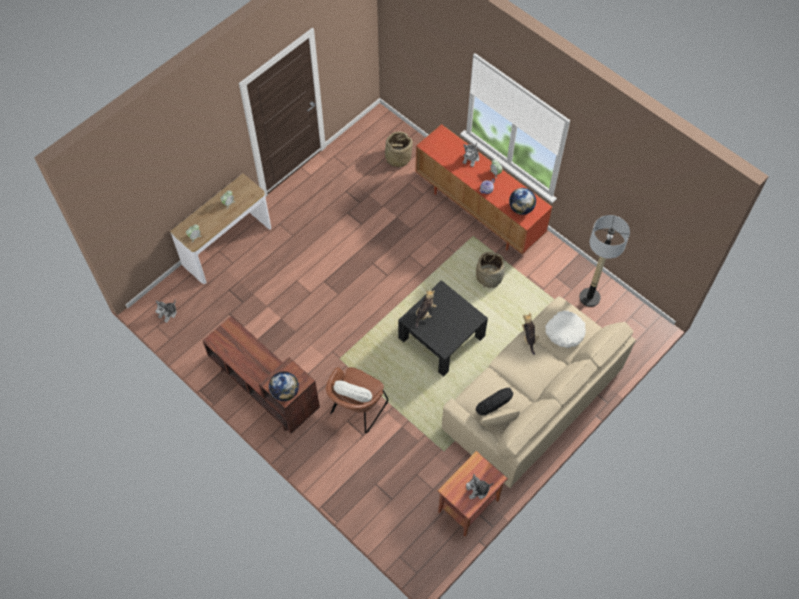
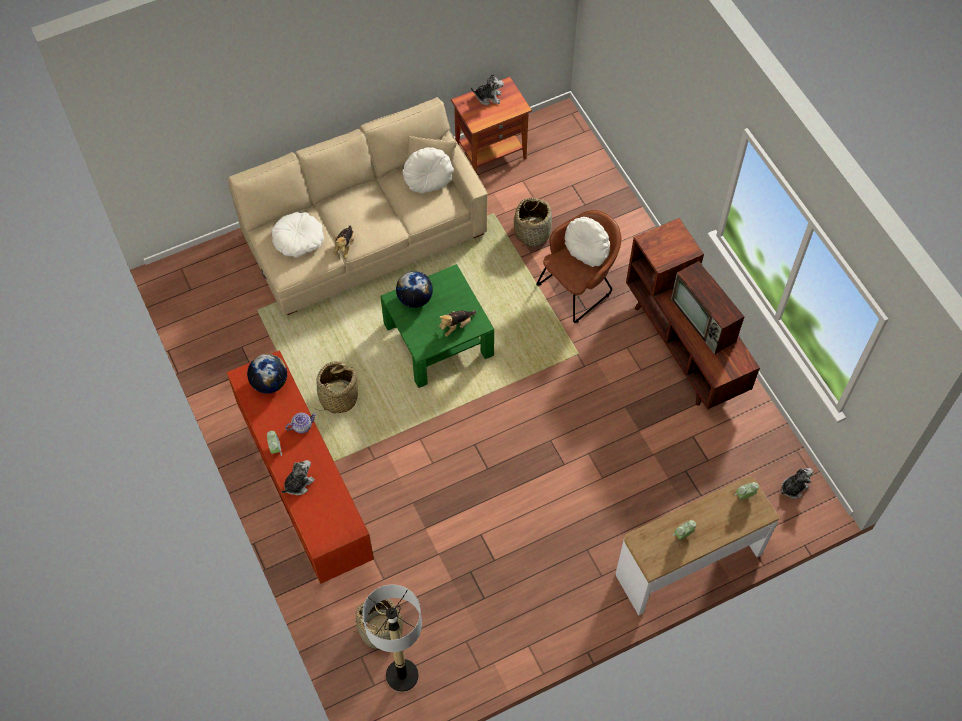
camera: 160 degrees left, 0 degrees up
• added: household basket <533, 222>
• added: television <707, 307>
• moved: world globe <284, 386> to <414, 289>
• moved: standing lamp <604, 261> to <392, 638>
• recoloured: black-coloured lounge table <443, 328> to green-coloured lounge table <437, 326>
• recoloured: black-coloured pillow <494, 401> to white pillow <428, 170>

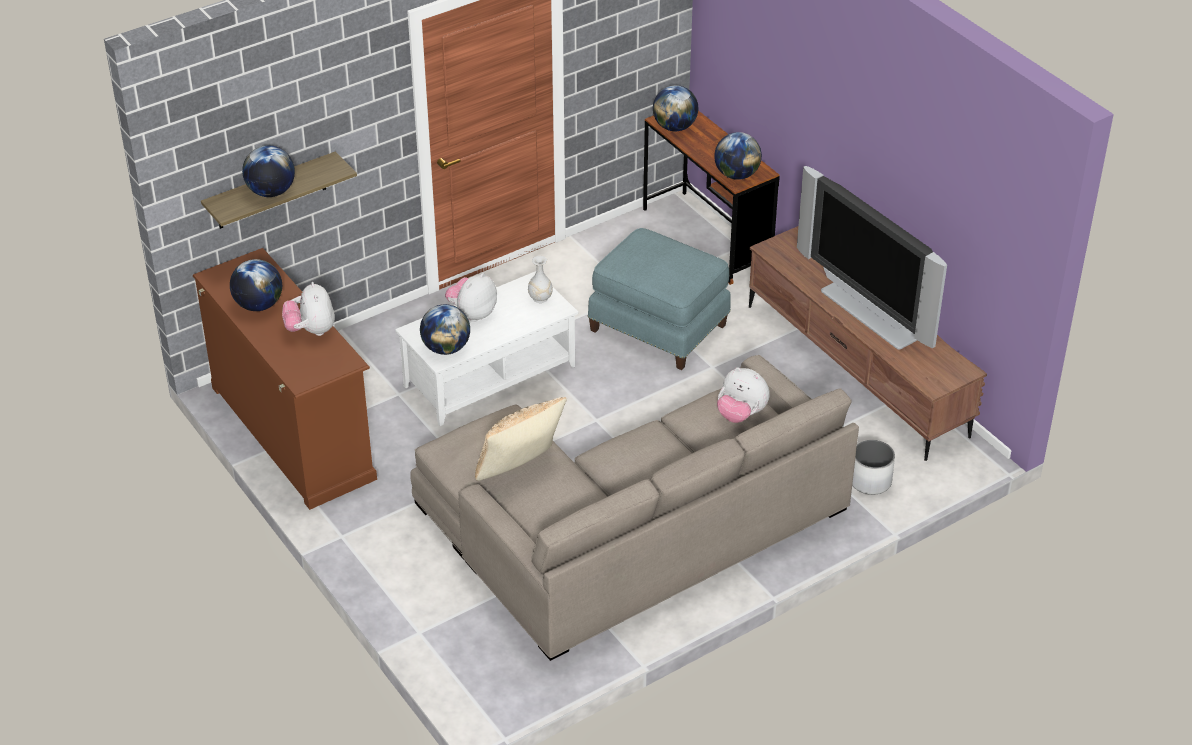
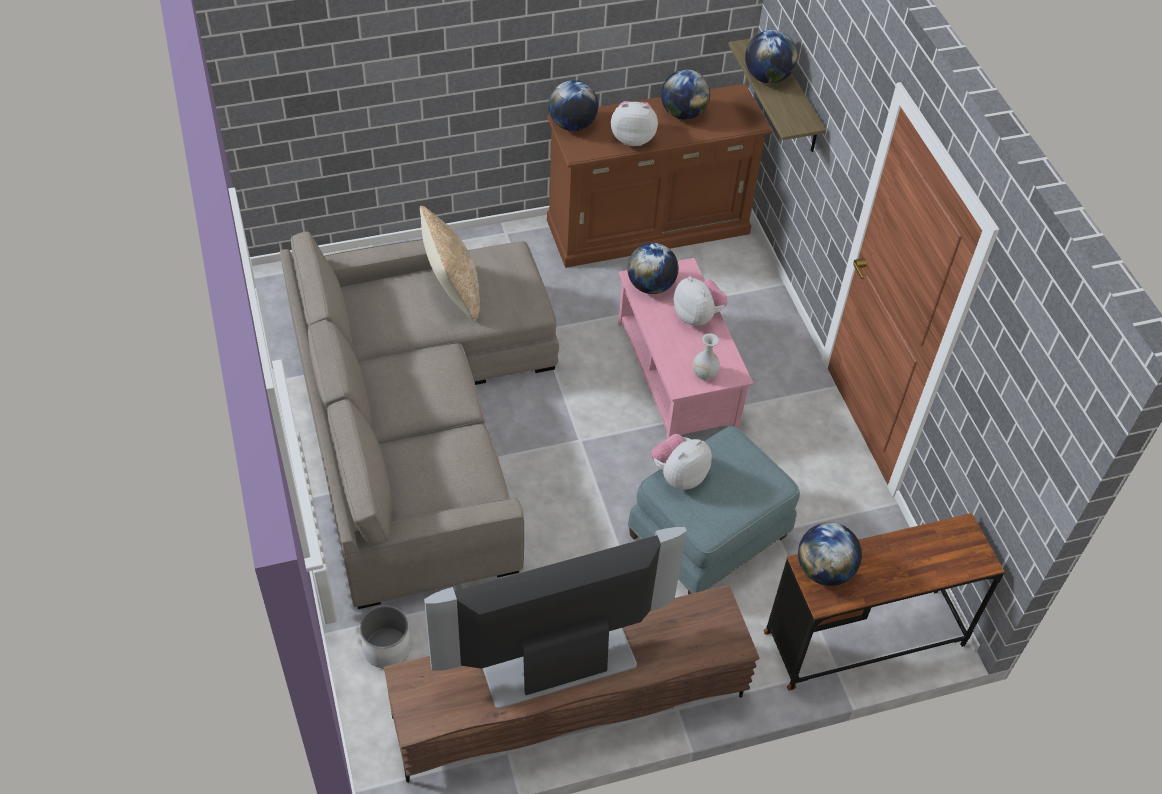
camera: 105 degrees right, 10 degrees up
• moved: world globe <675, 108> to <573, 105>
• moved: cuddly toy <743, 395> to <681, 462>
• recoloured: white lounge table <486, 348> to pink lounge table <685, 348>

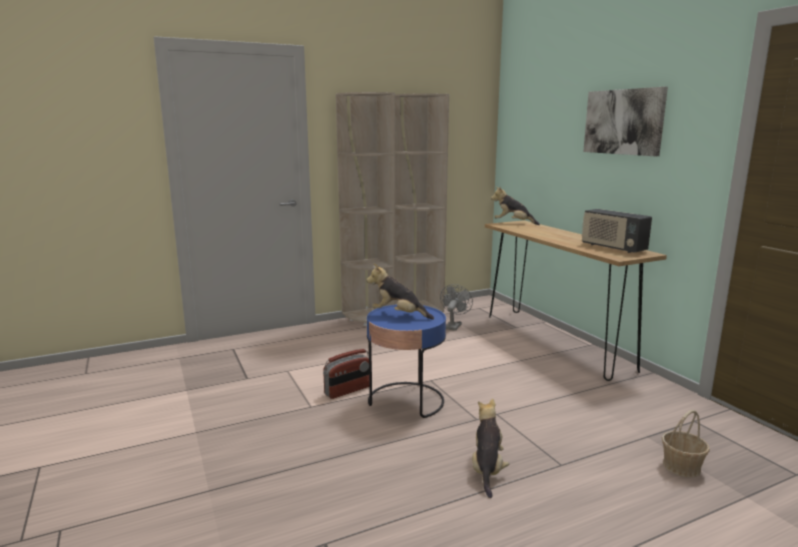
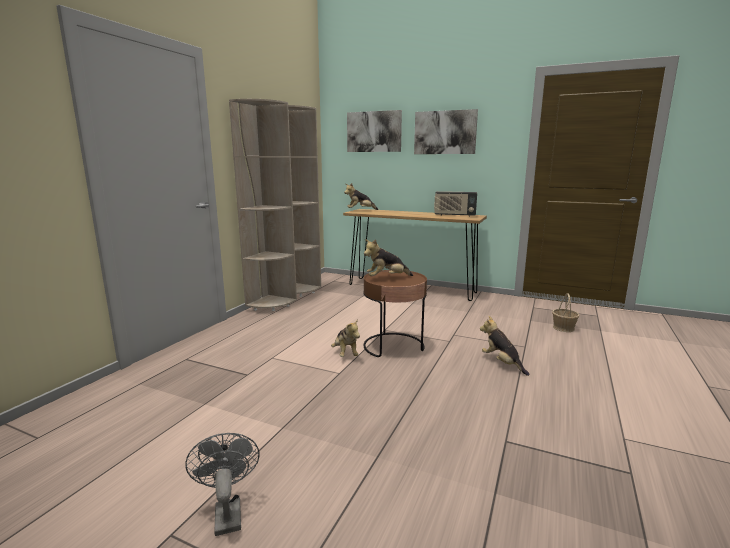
camera: 40 degrees left, 0 degrees up
• added: picture <374, 131>
• moved: greyish electric fan <456, 307> to <222, 484>
• replaced: radio receiver <346, 374> to cuddly toy <345, 338>
• recoloured: blue-coloured side table <406, 361> to brown side table <395, 313>

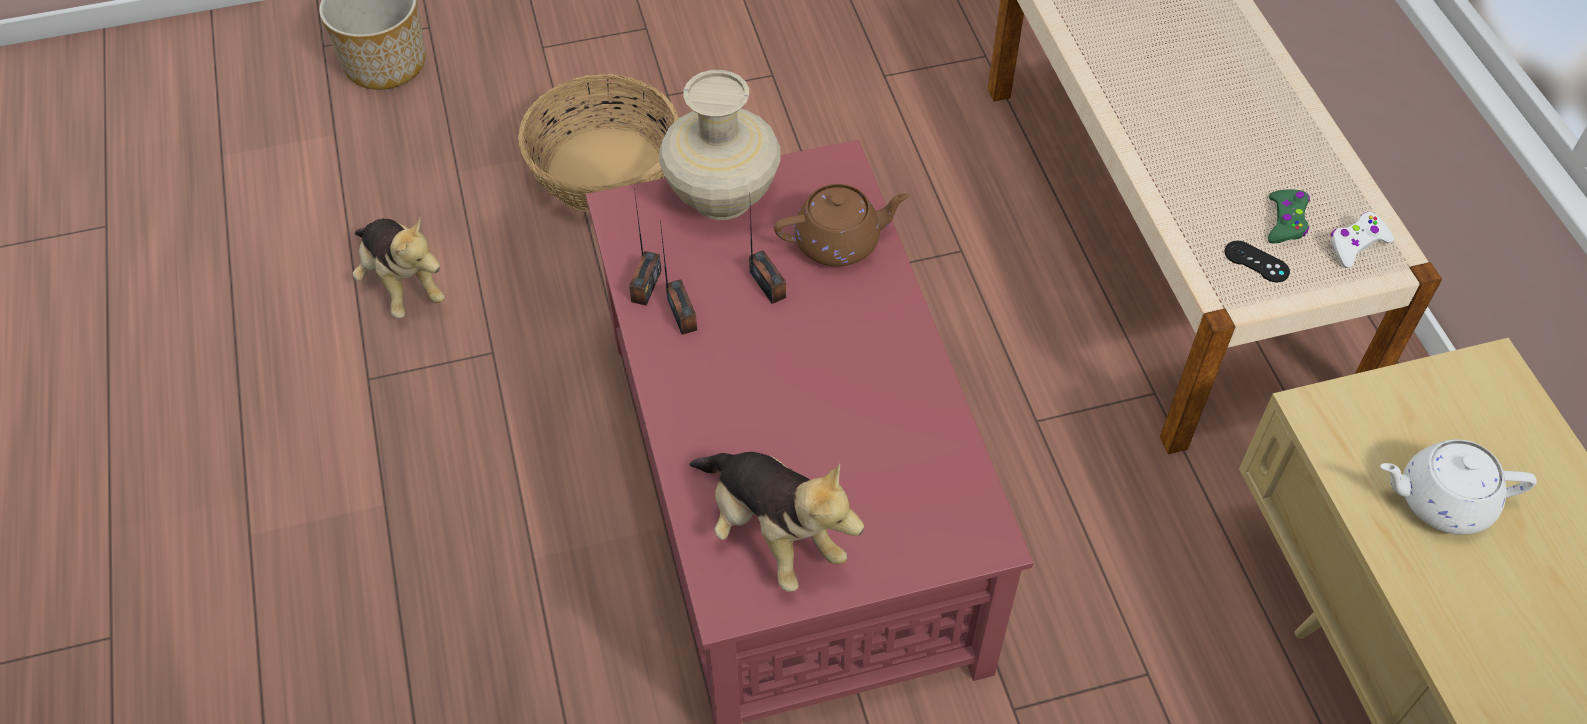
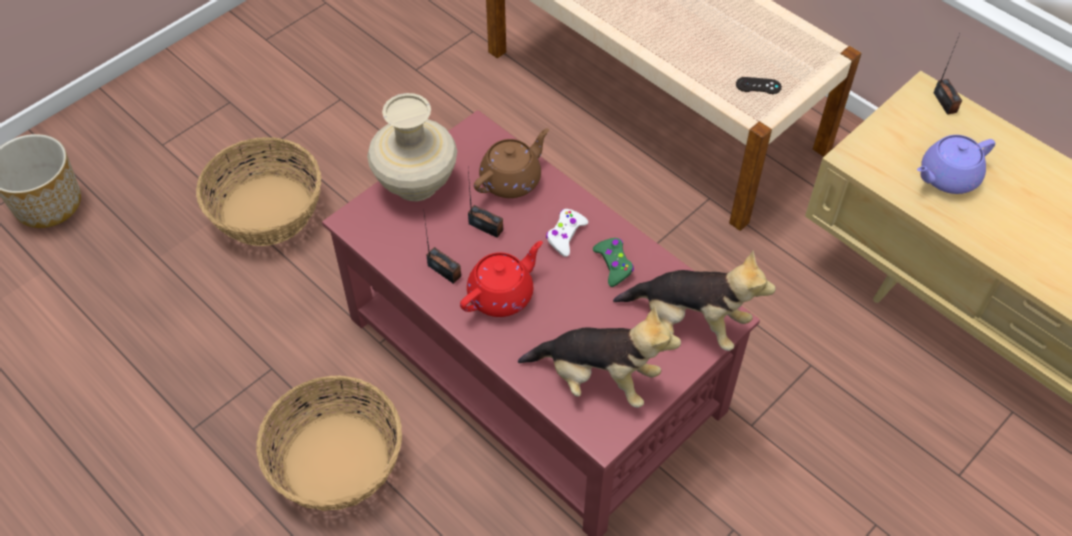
camera: 30 degrees left, 0 degrees up
• added: household basket <329, 443>
• added: reddish teapot <501, 279>
• moved: cuddly toy <399, 268> to <694, 301>
• moved: radio receiver <645, 247> to <948, 74>
• moved: green-coloured joypad <1289, 216> to <613, 262>
• moved: white joypad <1362, 240> to <567, 233>
• recoloured: white teapot <1458, 487> to purple-coloured teapot <956, 164>

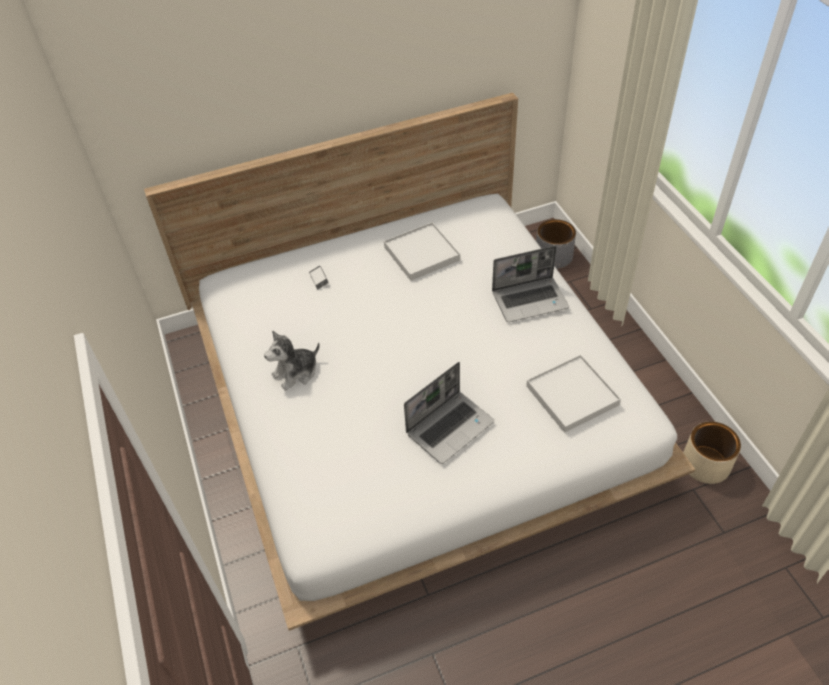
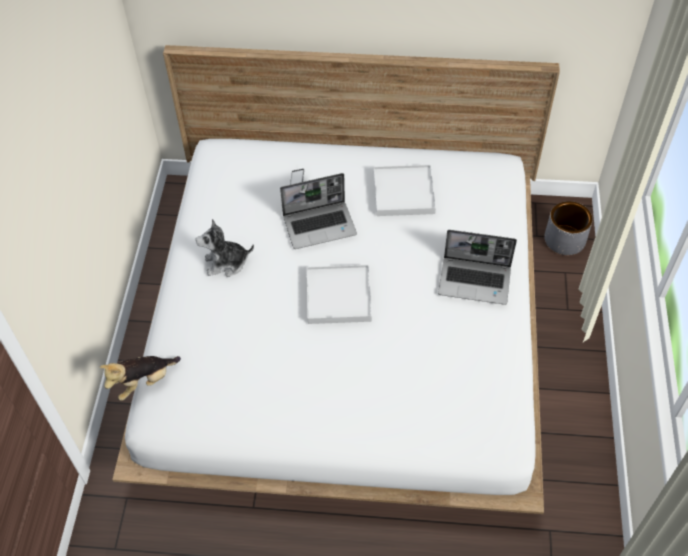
camera: 25 degrees right, 5 degrees up
• removed: beige-coloured planter <712, 452>
• added: cuddly toy <140, 378>
• moved: notebook computer <449, 413> to <318, 211>
• moved: white carrying tray <573, 393> to <339, 294>

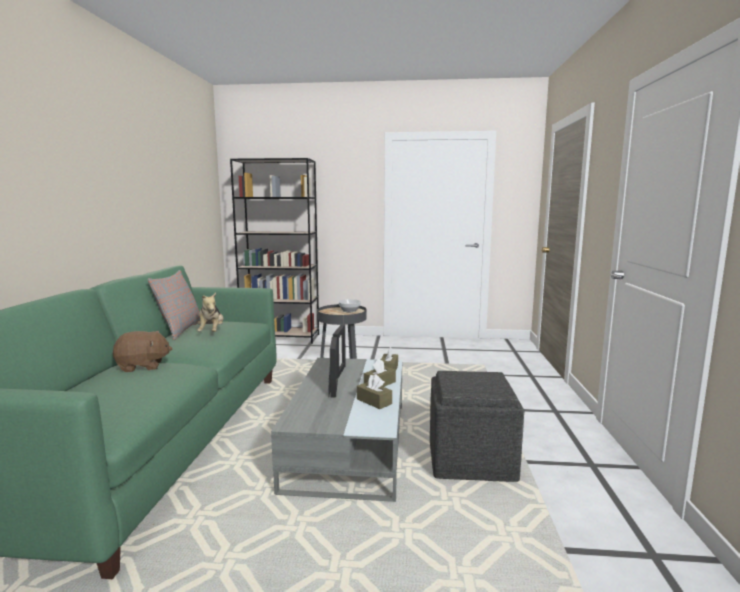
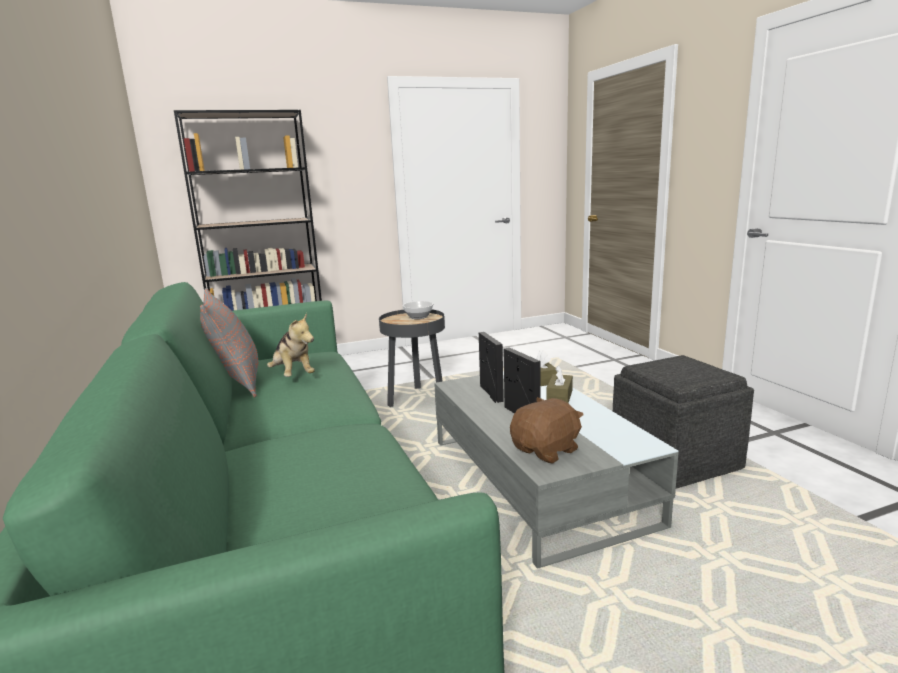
camera: 25 degrees left, 5 degrees up
• removed: brown box of tissues <374, 391>
• moved: brown cuddly toy <142, 351> to <546, 430>

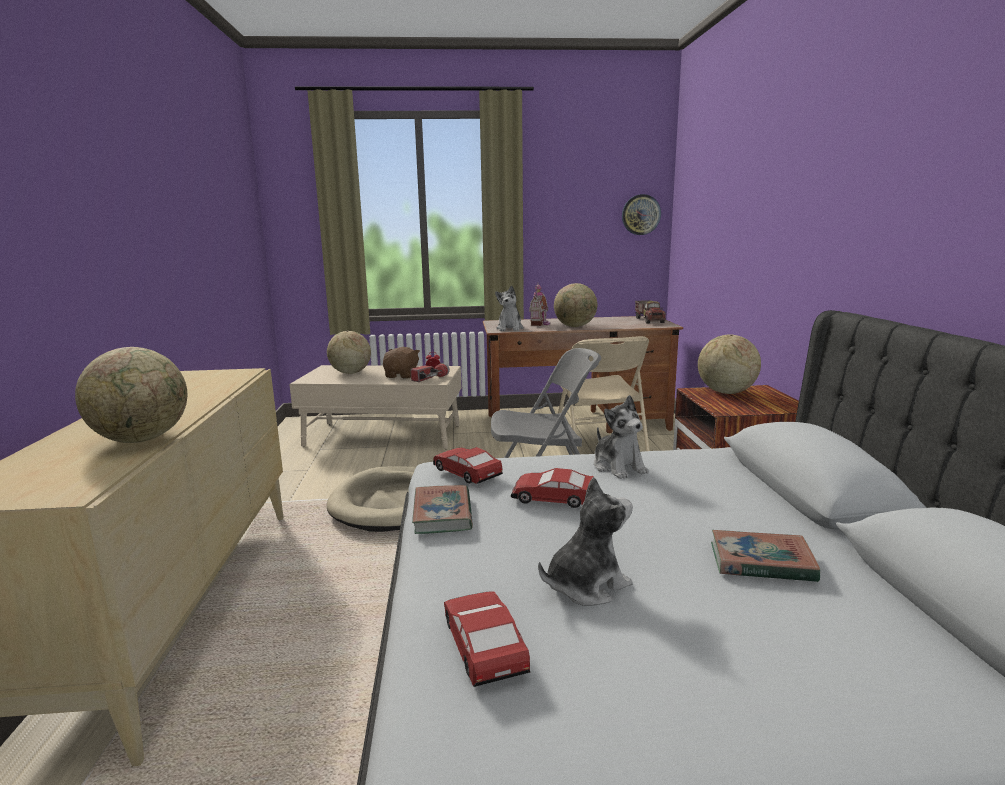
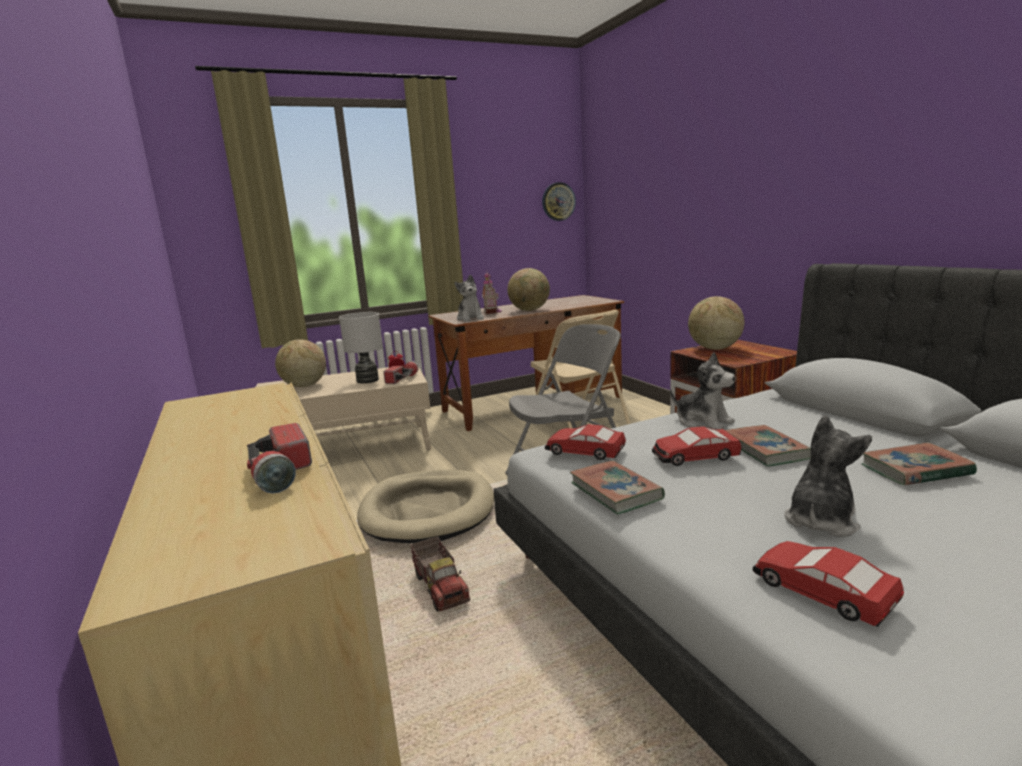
camera: 20 degrees left, 0 degrees up
• added: volume <768, 446>
• moved: toy truck <650, 312> to <440, 574>
• replaced: world globe <131, 395> to flashlight <279, 458>
• replaced: brown cuddly toy <401, 363> to greyish lamp for a table <361, 347>

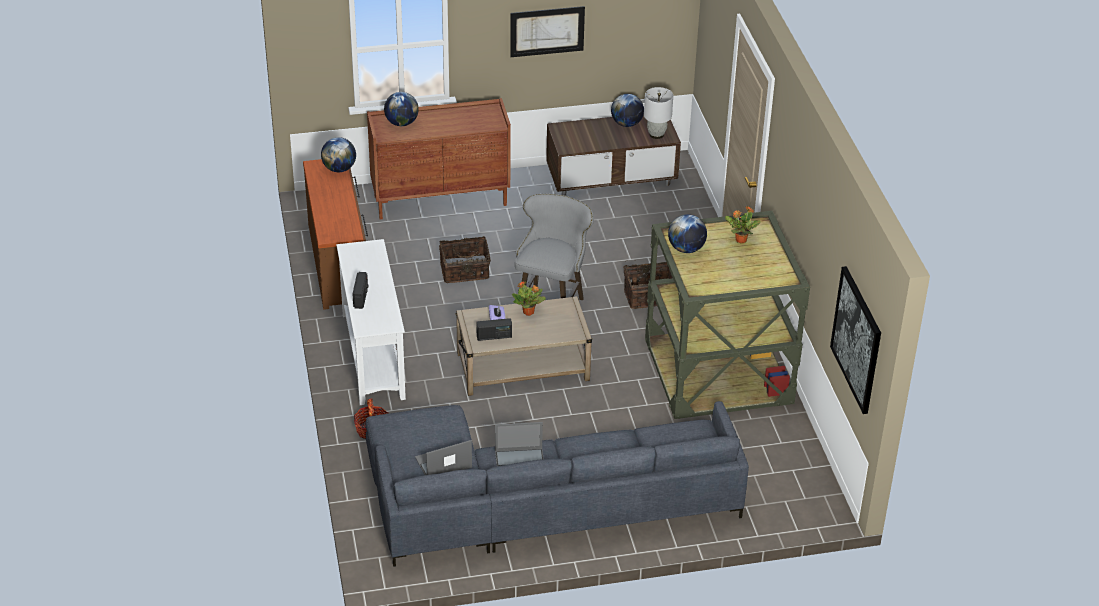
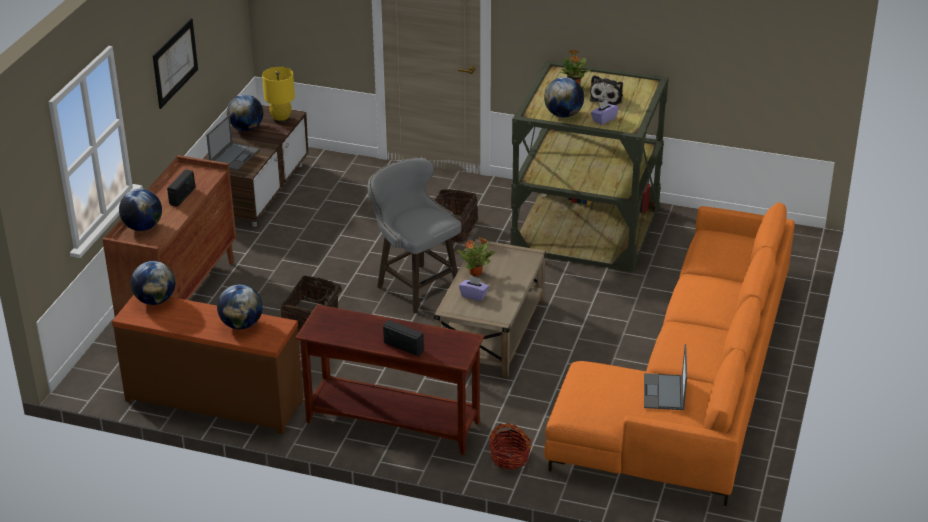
camera: 60 degrees left, 5 degrees down
• removed: picture <855, 340>
• added: world globe <240, 306>
• added: cuddly toy <606, 90>
• added: purple-coloured box of tissues <605, 112>
• moved: radio receiver <494, 329> to <181, 188>
• moved: notebook computer <519, 444> to <232, 142>
• recoloured: white narrow table <371, 322> to brown narrow table <390, 380>
• recoloured: greyish settee <557, 484> to orange settee <669, 355>
• recoloured: white lamp for a table <658, 113> to yellowish lamp for a table <278, 95>

